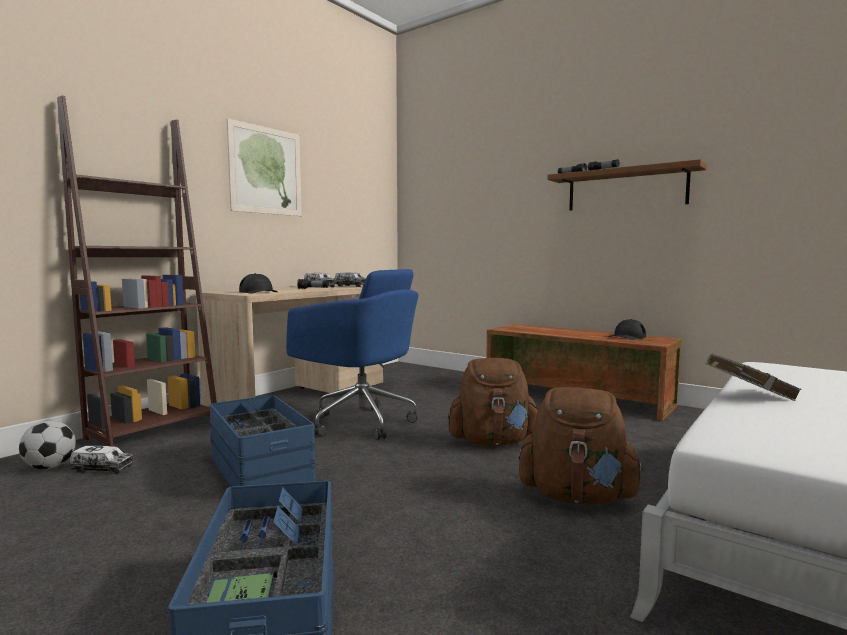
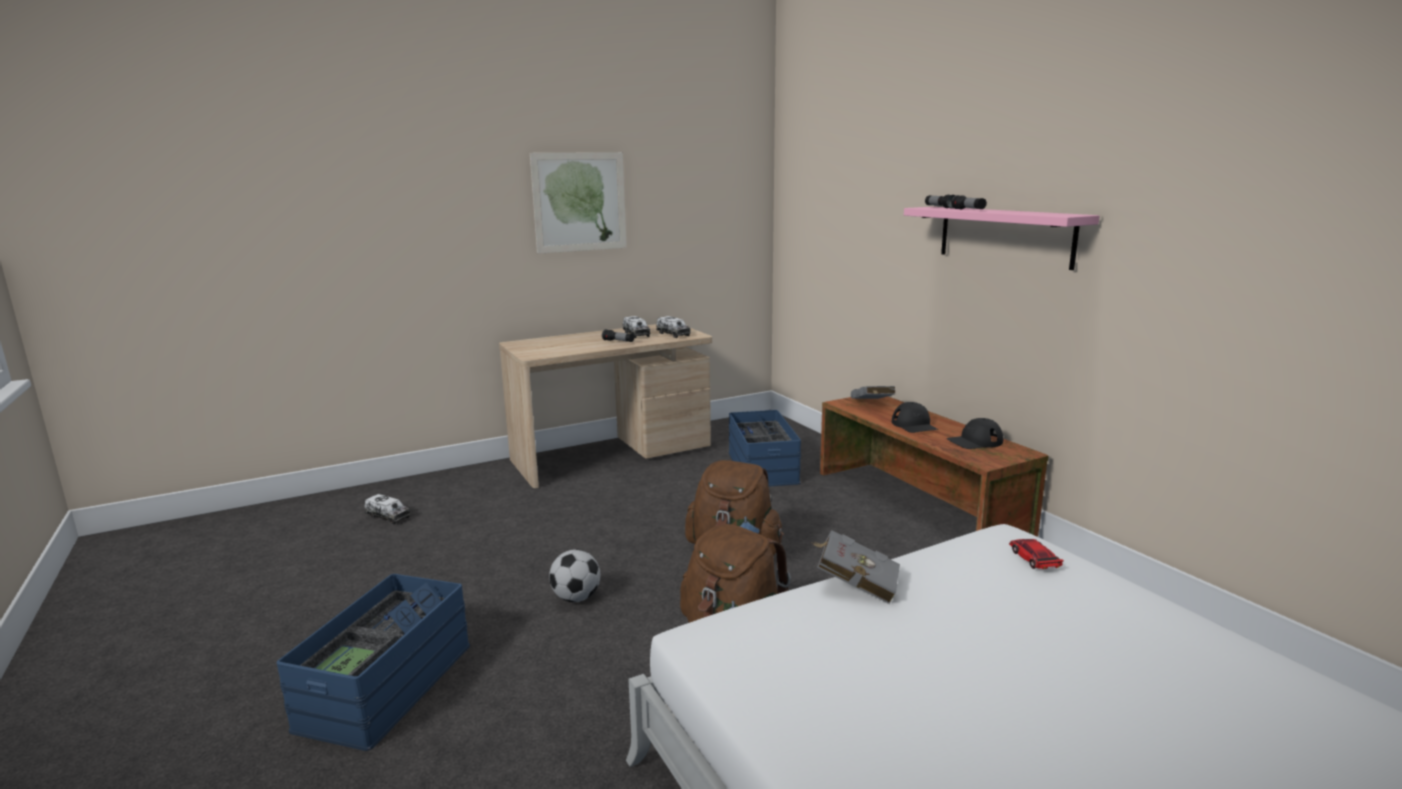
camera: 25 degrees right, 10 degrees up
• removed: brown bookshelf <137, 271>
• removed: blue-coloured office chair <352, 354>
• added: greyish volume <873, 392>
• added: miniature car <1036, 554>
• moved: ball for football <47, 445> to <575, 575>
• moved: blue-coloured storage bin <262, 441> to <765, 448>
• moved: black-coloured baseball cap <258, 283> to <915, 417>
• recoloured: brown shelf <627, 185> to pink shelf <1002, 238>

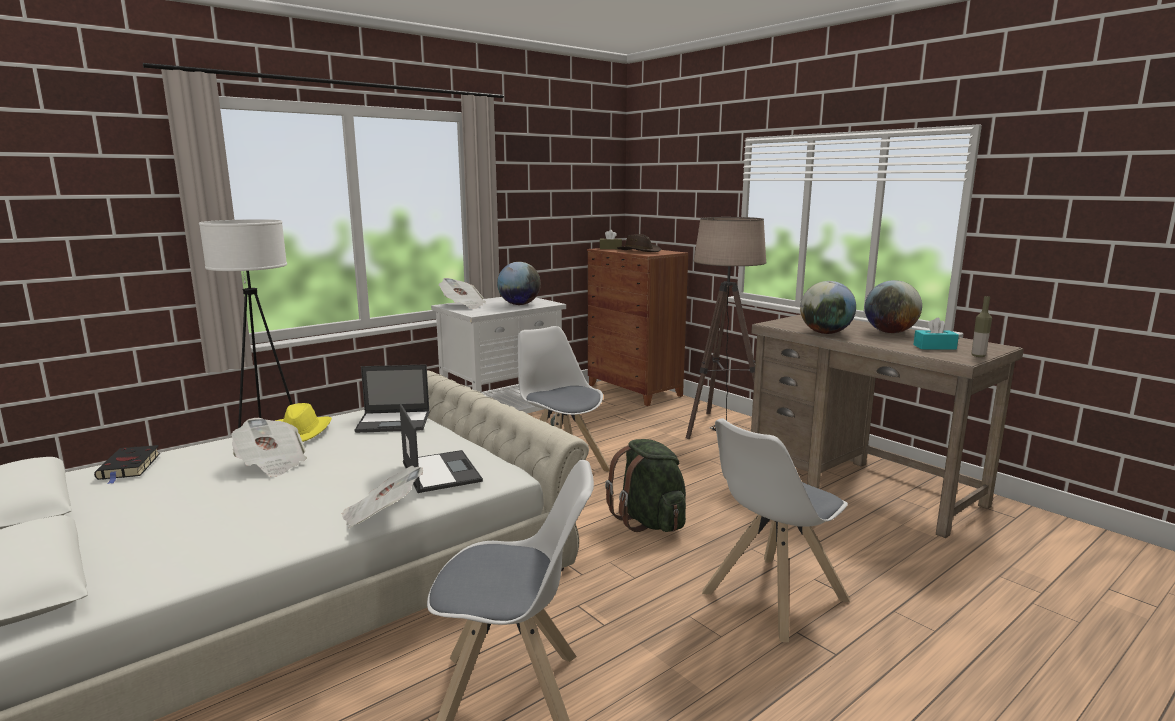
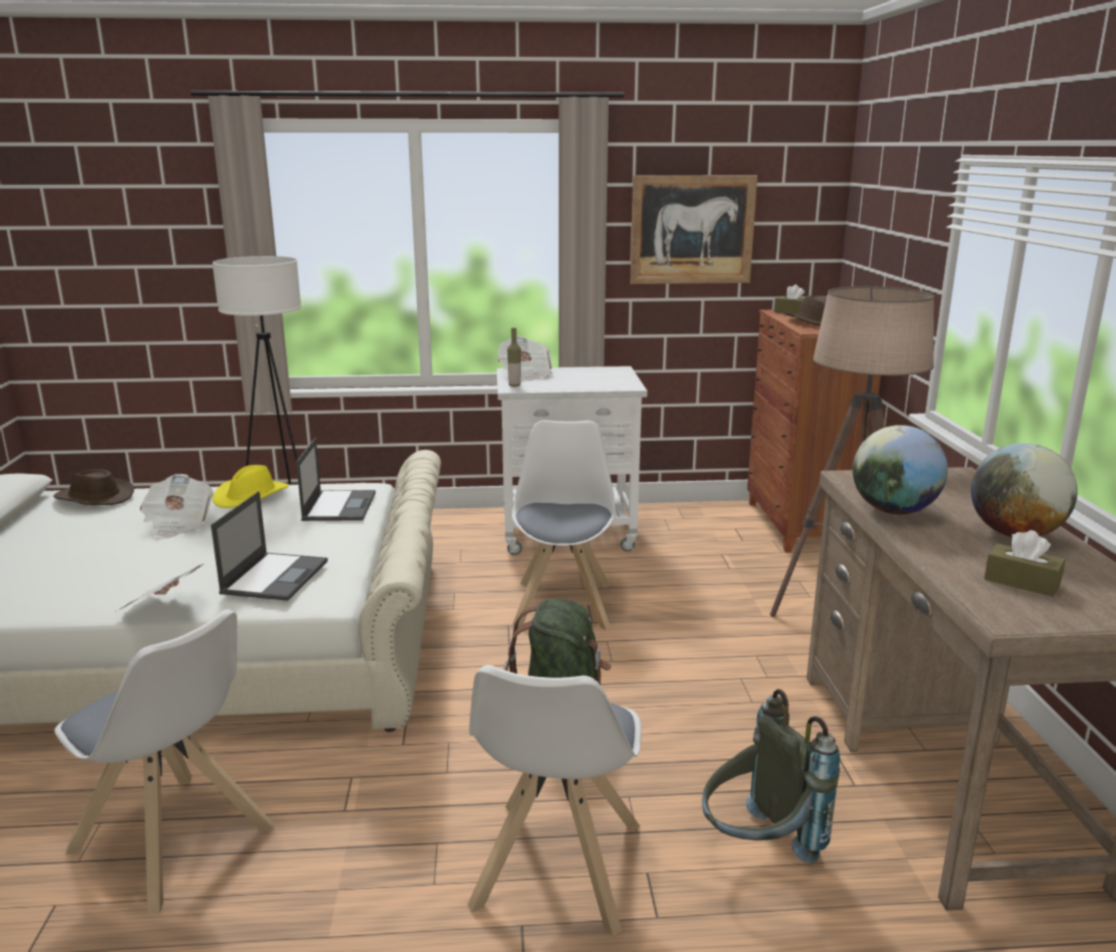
camera: 35 degrees right, 5 degrees up
• removed: world globe <519, 283>
• added: picture <694, 229>
• added: greyish rucksack <771, 776>
• moved: bottle <982, 326> to <514, 357>
• replaced: black-coloured volume <127, 464> to brown clothing hat <93, 487>
• recoloured: blue-green box of tissues <936, 334> to brown box of tissues <1025, 563>
• turned: notebook computer <392, 398> = <336, 479> 120 degrees counterclockwise
• turned: upright chair <776, 530> = <554, 800> 75 degrees counterclockwise

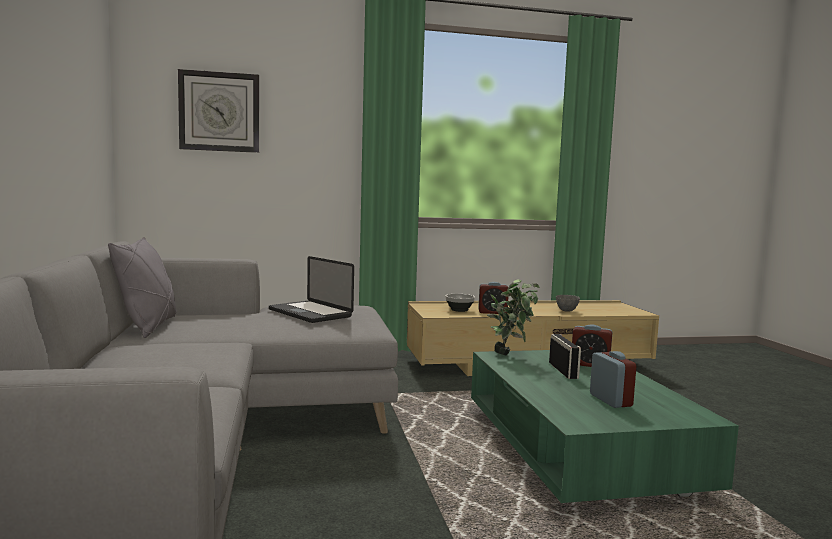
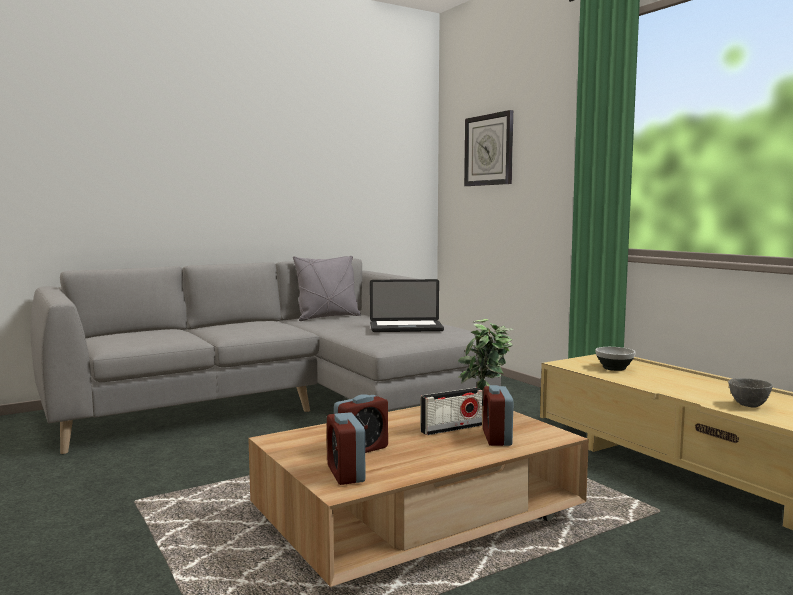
camera: 70 degrees right, 0 degrees up
• moved: alarm clock <493, 298> to <346, 448>
• recoloured: green-coloured lounge table <605, 426> to brown lounge table <418, 496>
• turned: notebook computer <311, 289> = <407, 305> 120 degrees counterclockwise

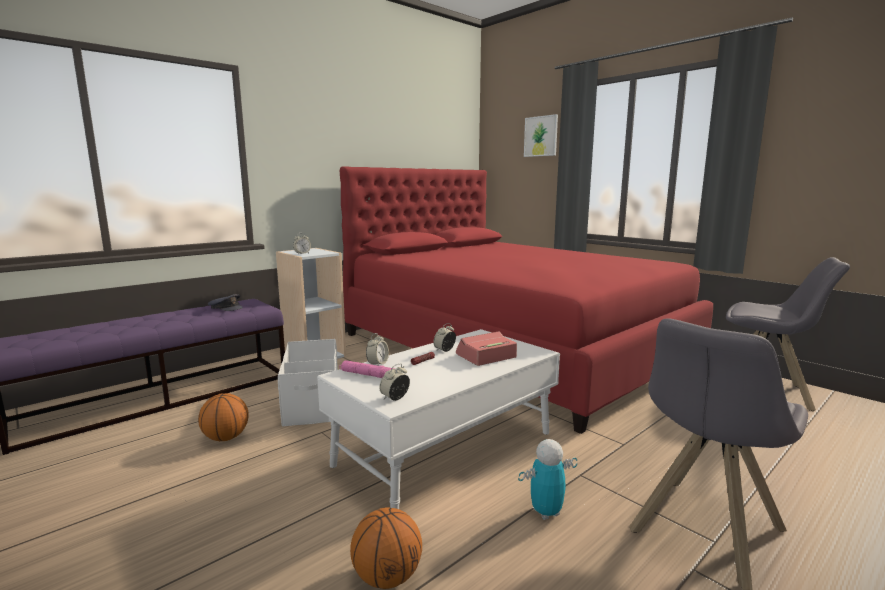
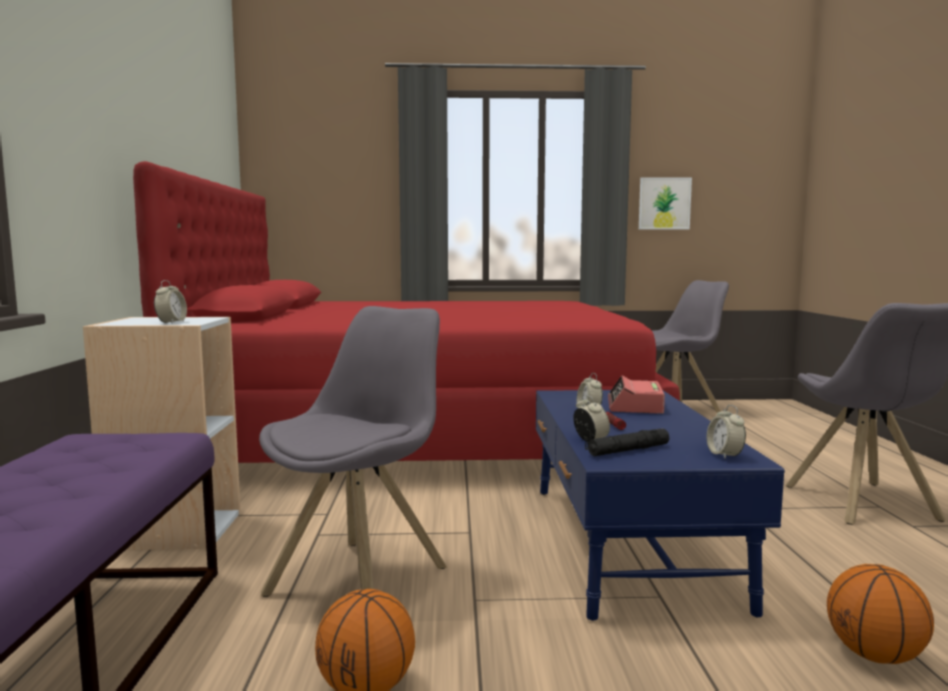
camera: 50 degrees left, 5 degrees down
• removed: greyish baseball cap <225, 302>
• removed: robot figure <547, 479>
• moved: picture <541, 135> to <665, 203>
• replaced: white storage bin <308, 382> to greyish upright chair <353, 451>
• recoloured: white lounge table <438, 419> to blue-coloured lounge table <660, 505>
• recoloured: pink flashlight <367, 369> to black-coloured flashlight <627, 442>

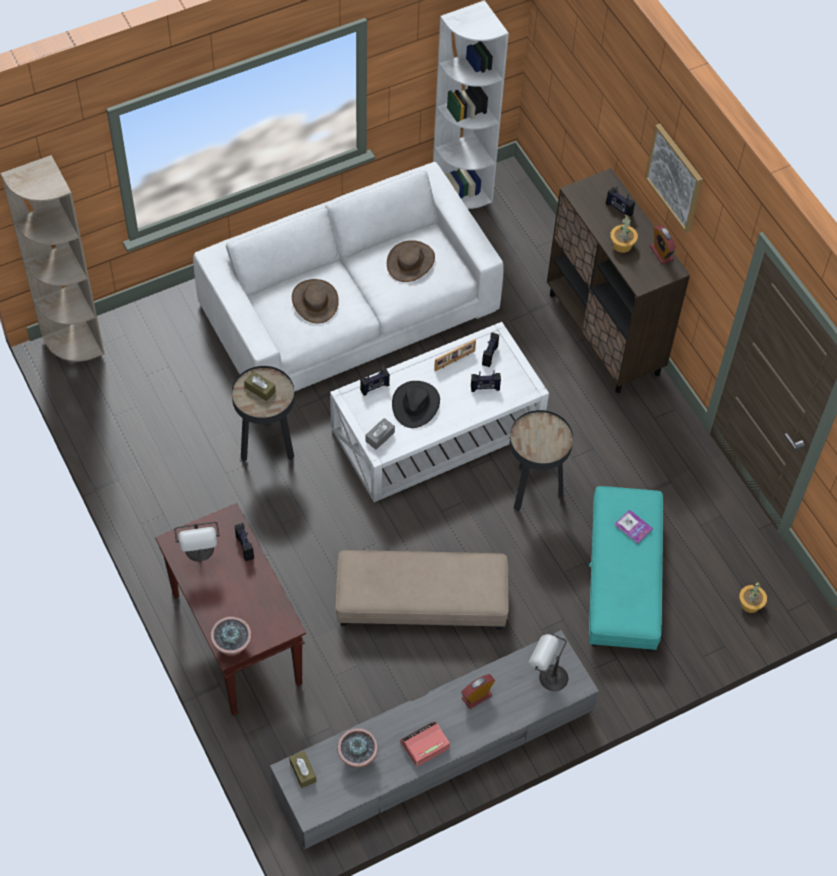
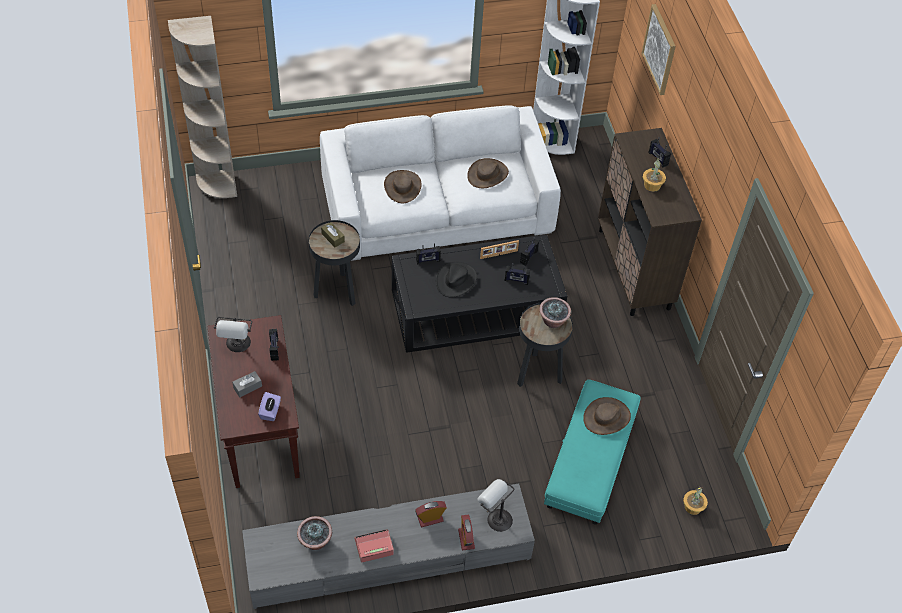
camera: 15 degrees right, 5 degrees down
• removed: brown box of tissues <302, 769>
• removed: beige-coloured footrest <422, 590>
• added: purple-coloured box of tissues <269, 406>
• moved: houseplant <231, 636> to <555, 312>
• moved: greyish box of tissues <380, 434> to <247, 384>
• moved: picture <674, 178> to <658, 49>
• moved: alarm clock <663, 244> to <466, 532>
• replaced: volume <634, 526> to brown clothing hat <607, 416>
• recoloured: white lounge table <439, 412> to black-coloured lounge table <479, 293>

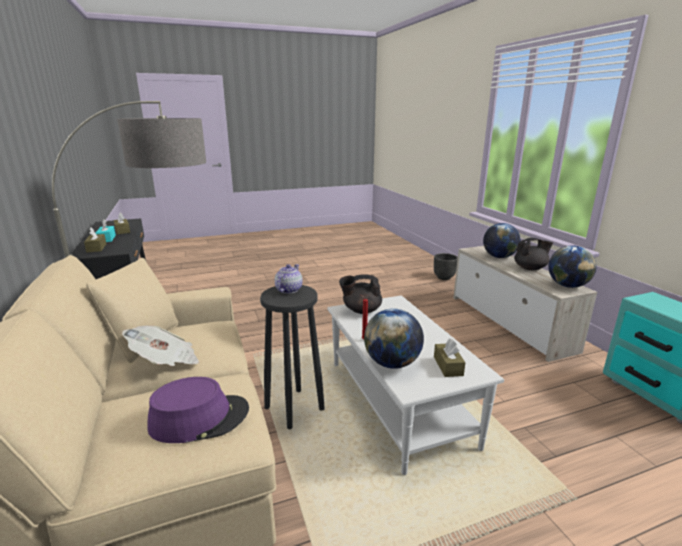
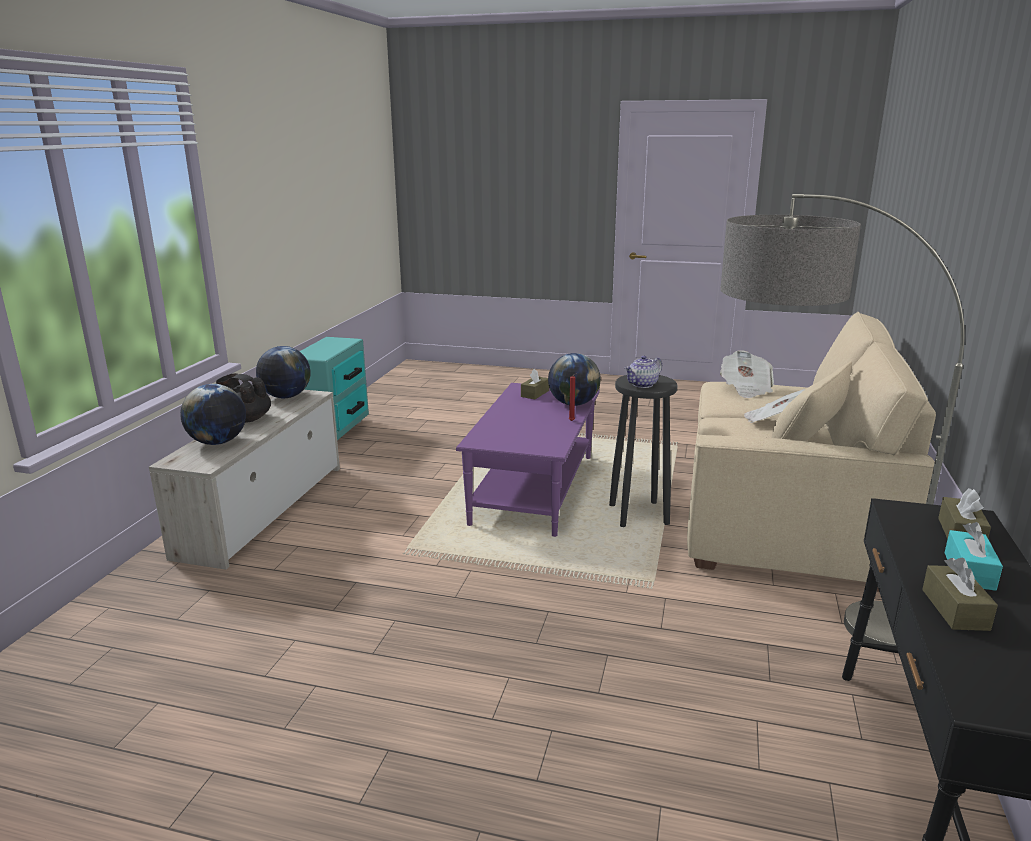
camera: 145 degrees left, 0 degrees up
• removed: black-coloured teapot <360, 294>
• removed: black-coloured planter <446, 266>
• replaced: purple-coloured clothing hat <198, 410> to printed paper <747, 374>
• recoloured: white lounge table <415, 385> to purple-coloured lounge table <527, 460>

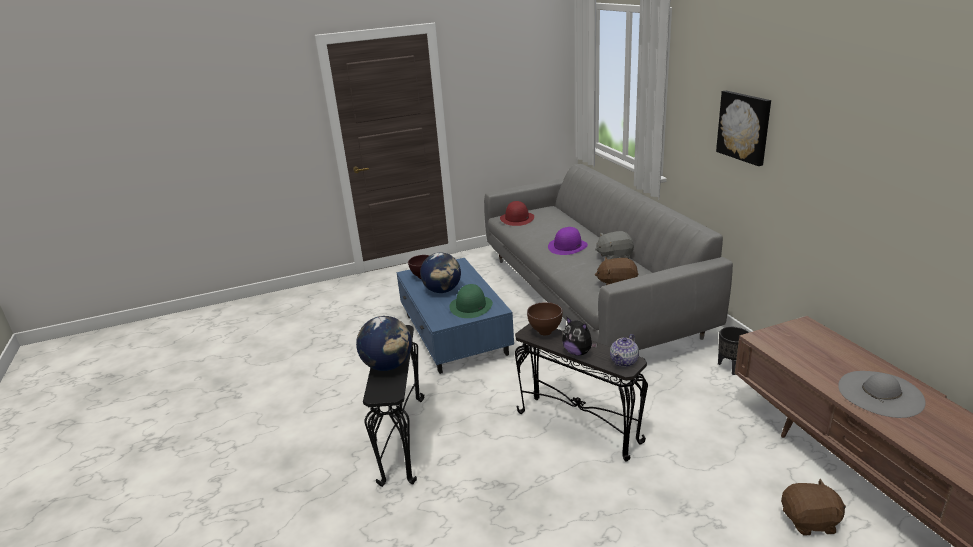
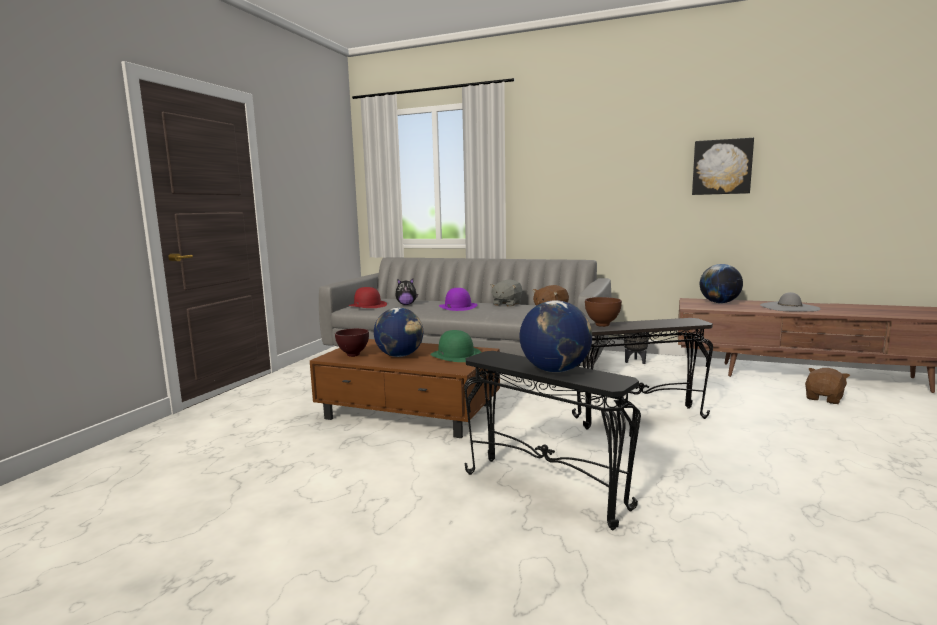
camera: 50 degrees left, 15 degrees down
• removed: teapot <624, 350>
• added: world globe <721, 283>
• moved: cuddly toy <580, 336> to <407, 292>
• moved: picture <743, 128> to <723, 166>
• recoloured: blue-coloured lounge table <455, 316> to brown lounge table <405, 388>

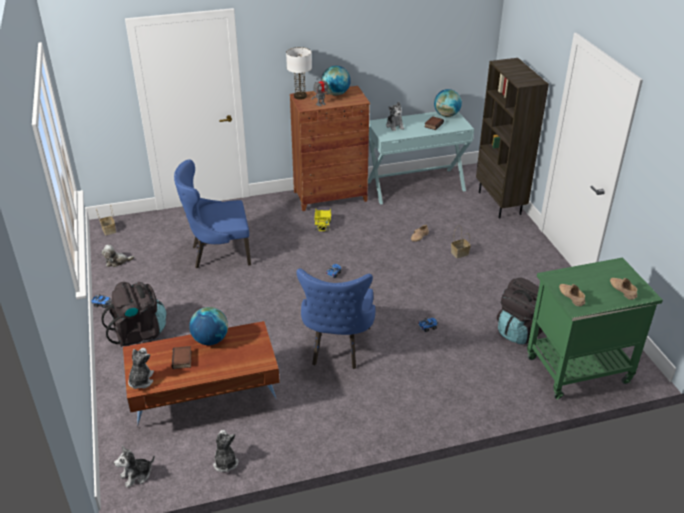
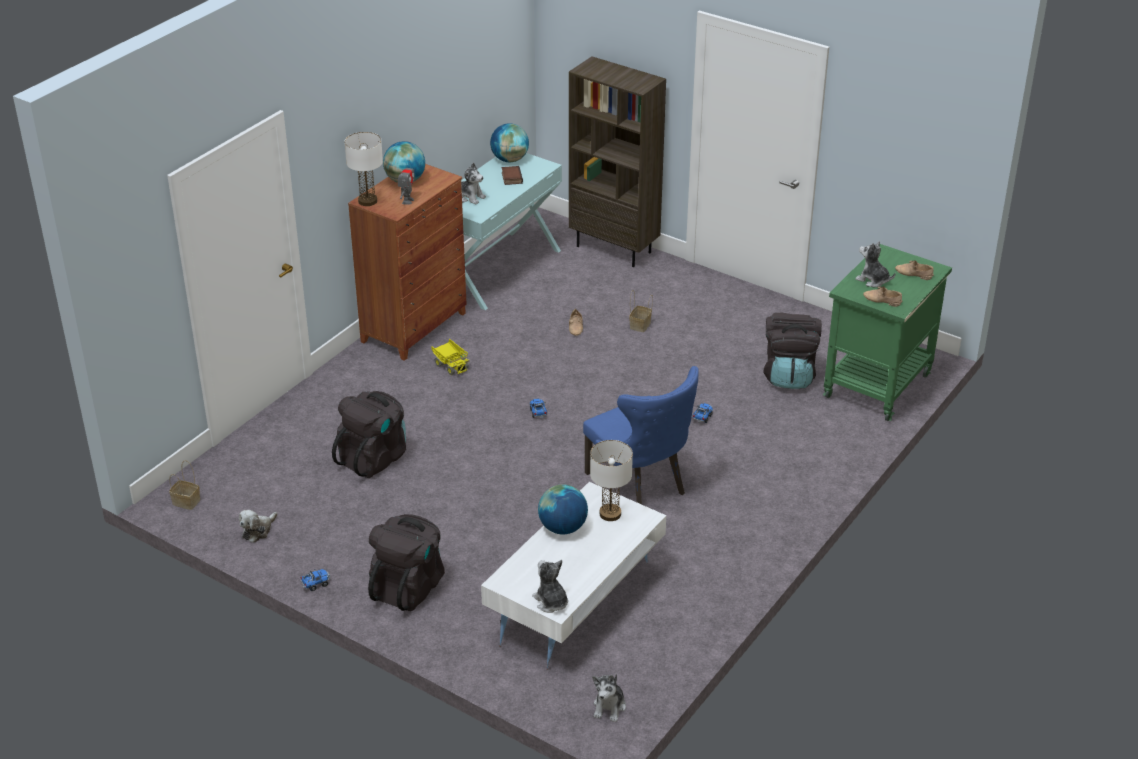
camera: 40 degrees left, 0 degrees up
• removed: volume <181, 357>
• added: lamp for a table <611, 480>
• moved: cuddly toy <225, 451> to <875, 264>
• replaced: blue-coloured upright chair <212, 213> to black-coloured rucksack <369, 434>
• recoloured: brown lounge table <201, 374> to white lounge table <573, 575>

